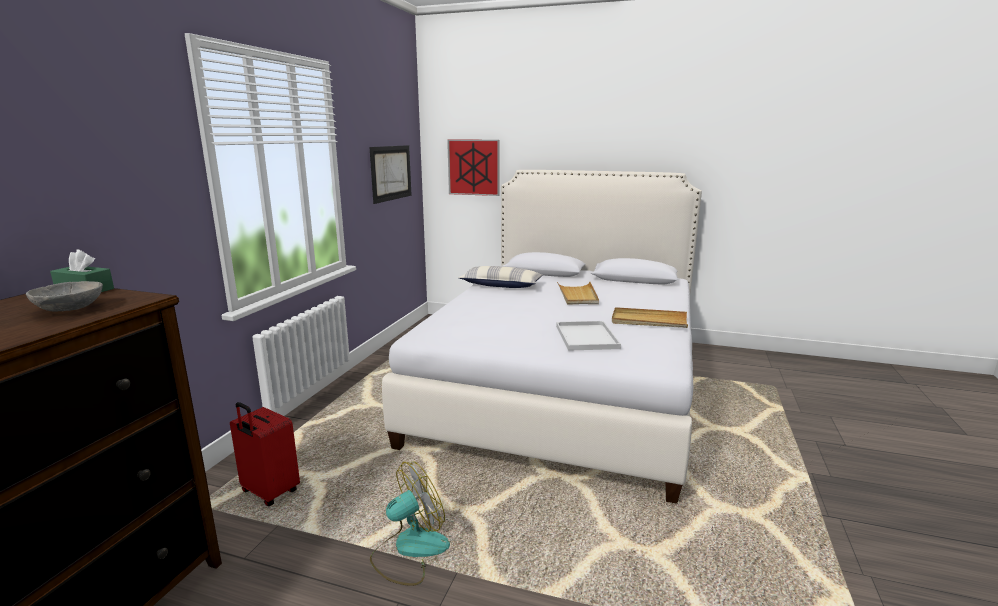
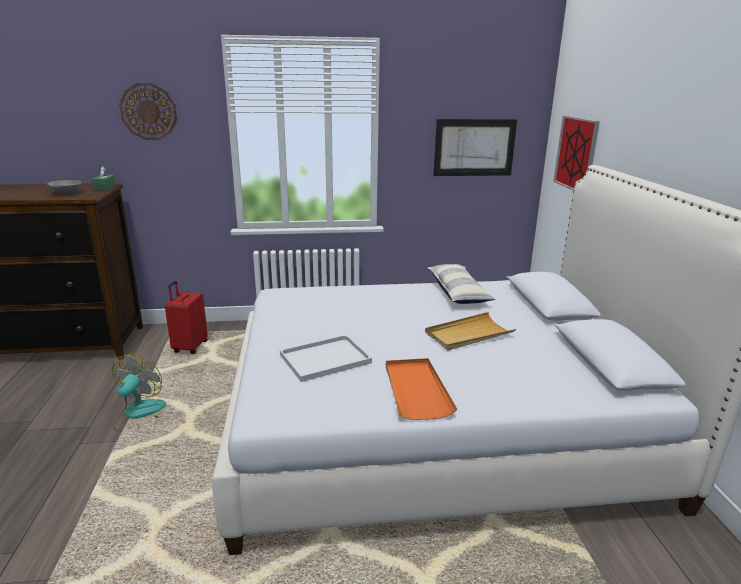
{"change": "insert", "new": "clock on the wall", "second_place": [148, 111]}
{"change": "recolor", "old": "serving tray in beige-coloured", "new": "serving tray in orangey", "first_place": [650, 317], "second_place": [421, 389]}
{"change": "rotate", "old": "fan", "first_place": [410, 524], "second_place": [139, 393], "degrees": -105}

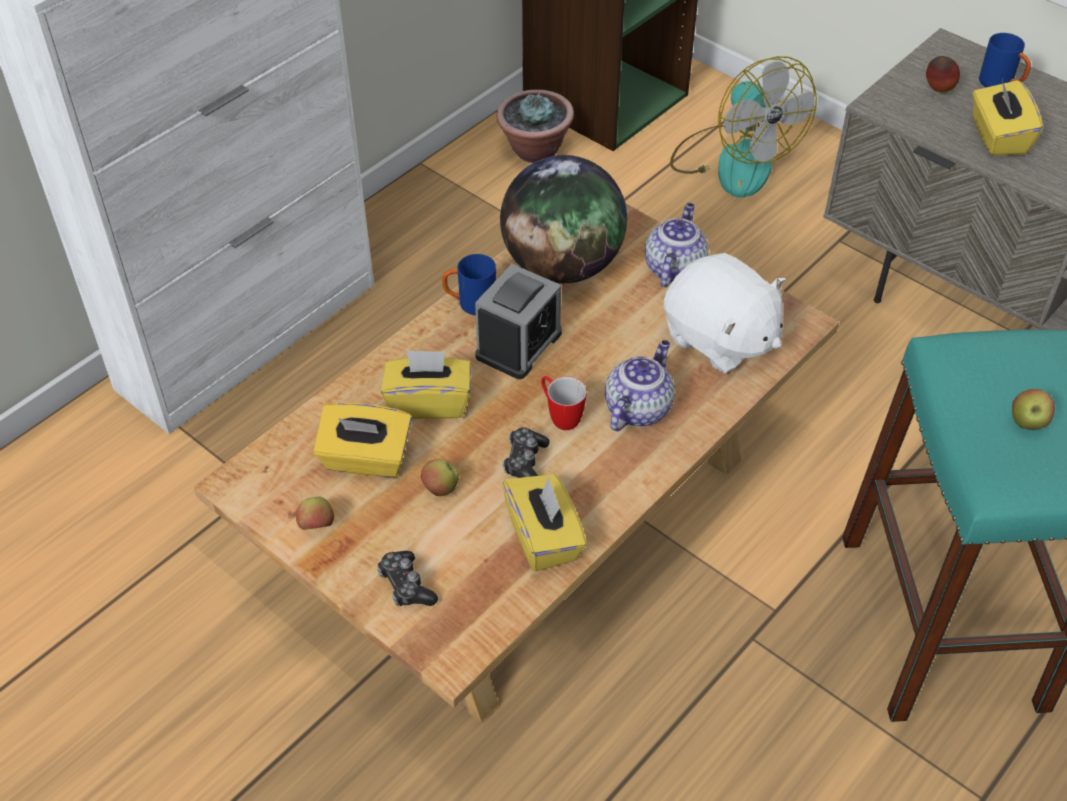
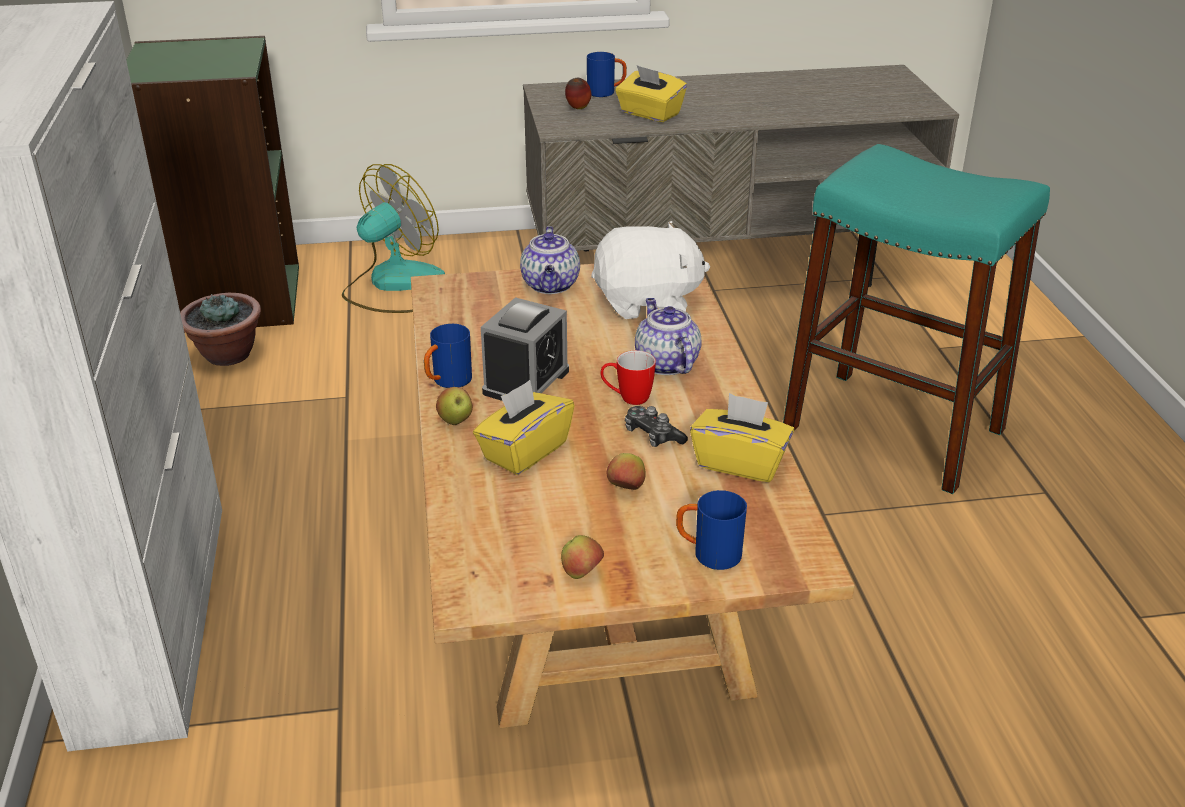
{"change": "delete", "old": "tissue holder in yellowish", "first_place": [362, 440]}
{"change": "delete", "old": "world globe", "first_place": [563, 219]}
{"change": "move", "old": "apple", "first_place": [1033, 409], "second_place": [454, 406]}
{"change": "replace", "old": "gamepad", "new": "mug in blue", "first_place": [407, 578], "second_place": [711, 530]}
{"change": "rotate", "old": "bedside clock", "first_place": [518, 321], "second_place": [525, 349], "degrees": 45}
{"change": "rotate", "old": "tea pot", "first_place": [676, 245], "second_place": [550, 260], "degrees": -150}
{"change": "rotate", "old": "fan", "first_place": [743, 127], "second_place": [393, 238], "degrees": -60}

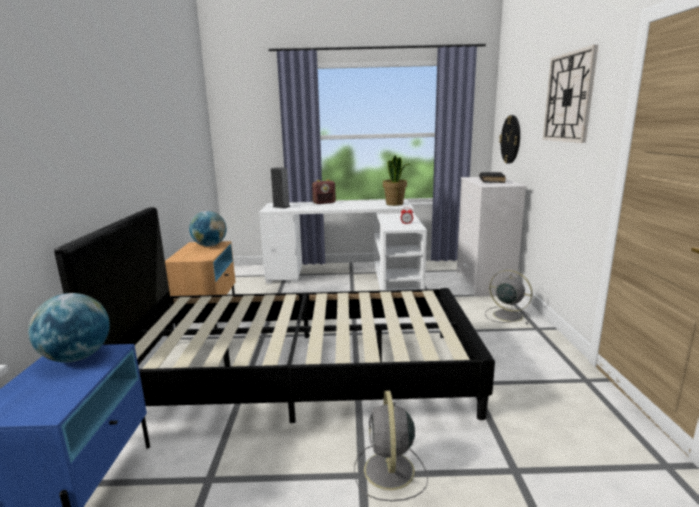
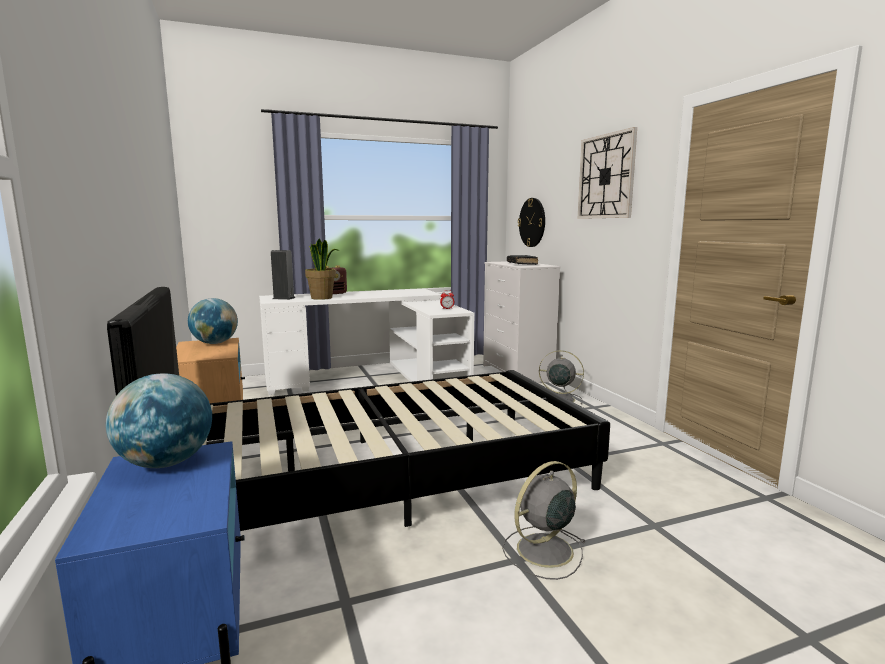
{"change": "move", "old": "potted plant", "first_place": [397, 180], "second_place": [322, 269]}
{"change": "rotate", "old": "fan in grey", "first_place": [391, 446], "second_place": [544, 520], "degrees": 75}

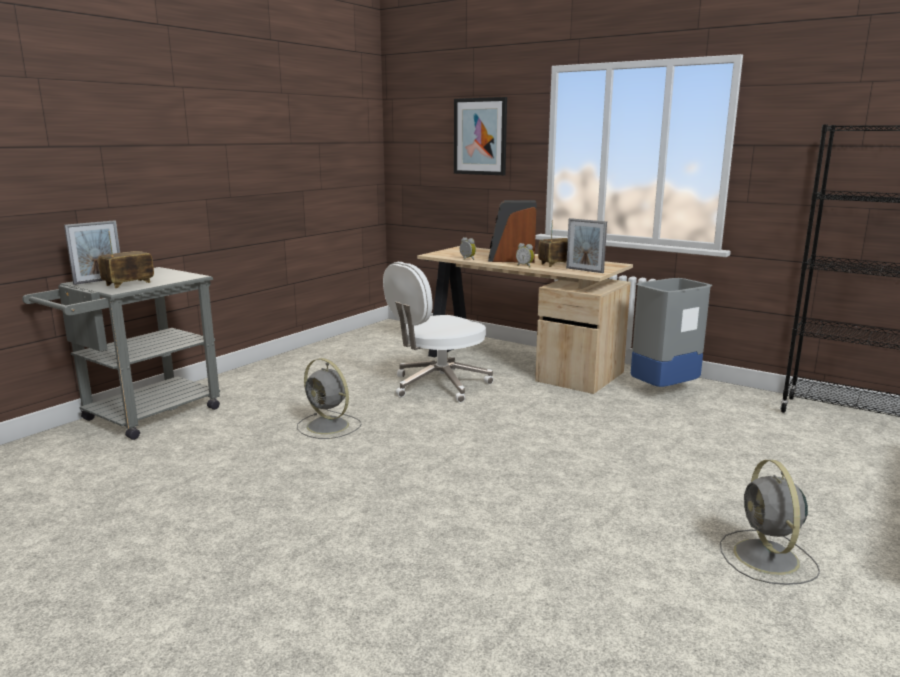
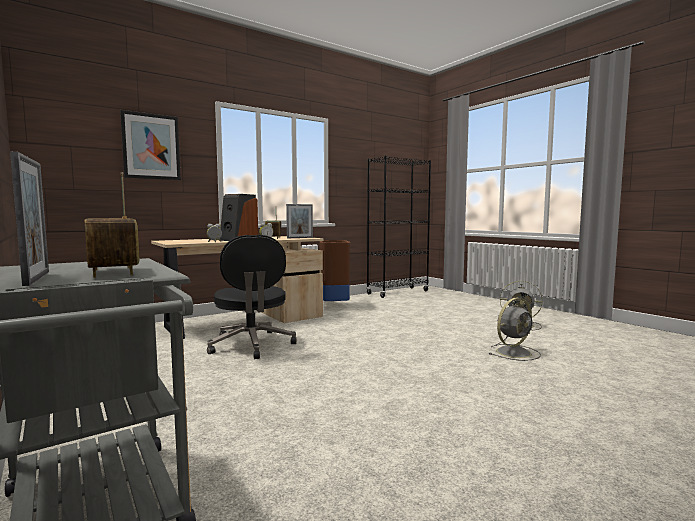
{"change": "move", "old": "fan in grey", "first_place": [329, 398], "second_place": [515, 329]}
{"change": "recolor", "old": "computer chair in white-coloured", "new": "computer chair in black", "first_place": [438, 332], "second_place": [252, 297]}
{"change": "recolor", "old": "rubbish bin in grey", "new": "rubbish bin in brownish", "first_place": [672, 332], "second_place": [334, 270]}

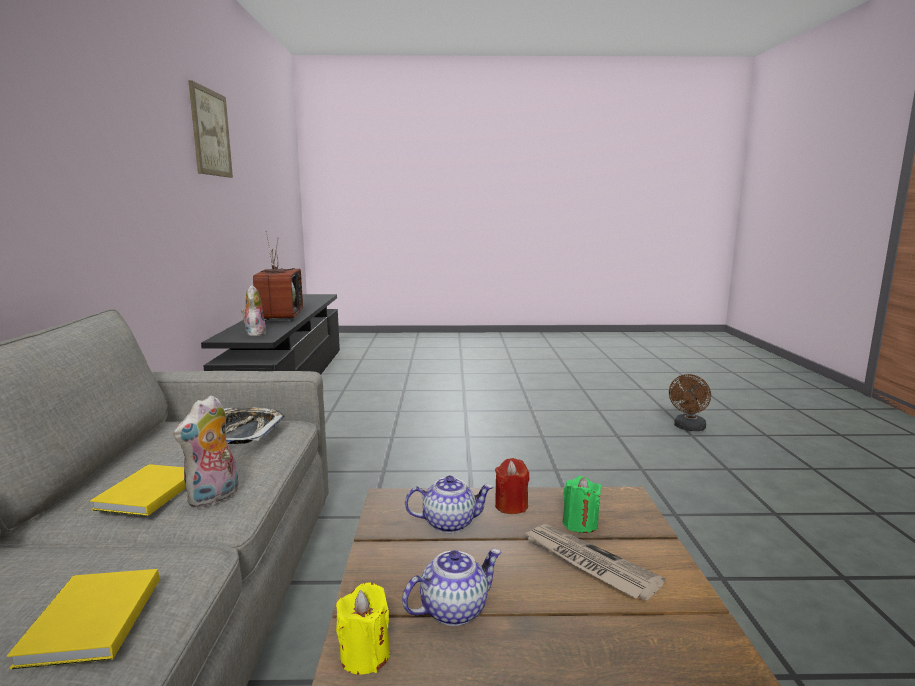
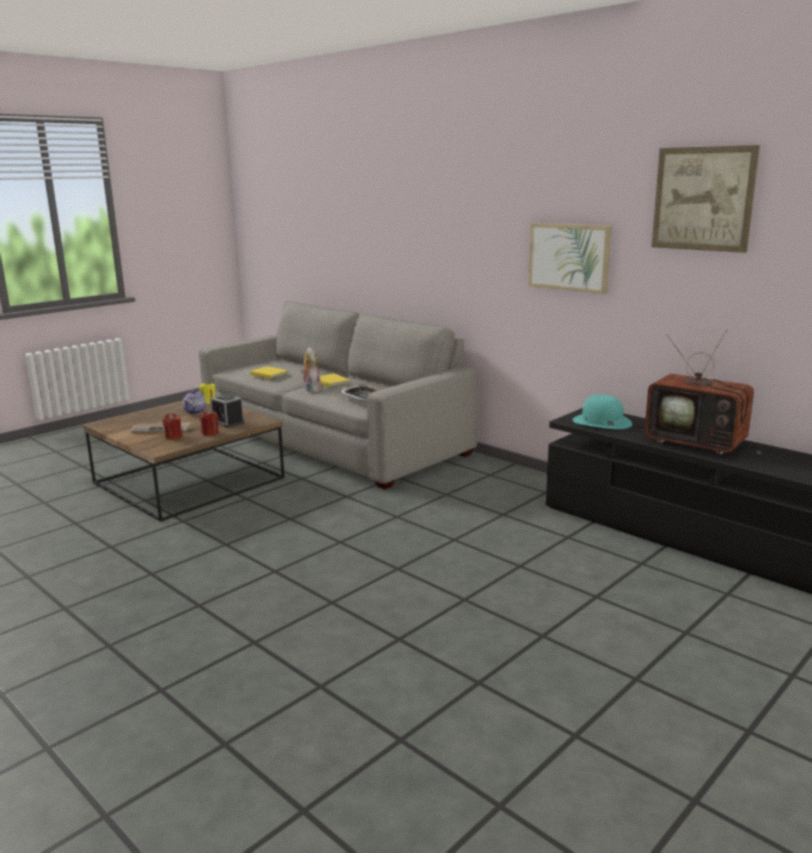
{"change": "delete", "old": "fan in brownish", "first_place": [690, 402]}
{"change": "insert", "new": "wall picture", "second_place": [570, 258]}
{"change": "replace", "old": "soft toy", "new": "wearable hat in turquoise-coloured", "first_place": [253, 310], "second_place": [602, 412]}
{"change": "replace", "old": "tea pot", "new": "bedside clock", "first_place": [449, 504], "second_place": [227, 411]}
{"change": "recolor", "old": "wax light in green-coloured", "new": "wax light in red-coloured", "first_place": [582, 504], "second_place": [172, 426]}

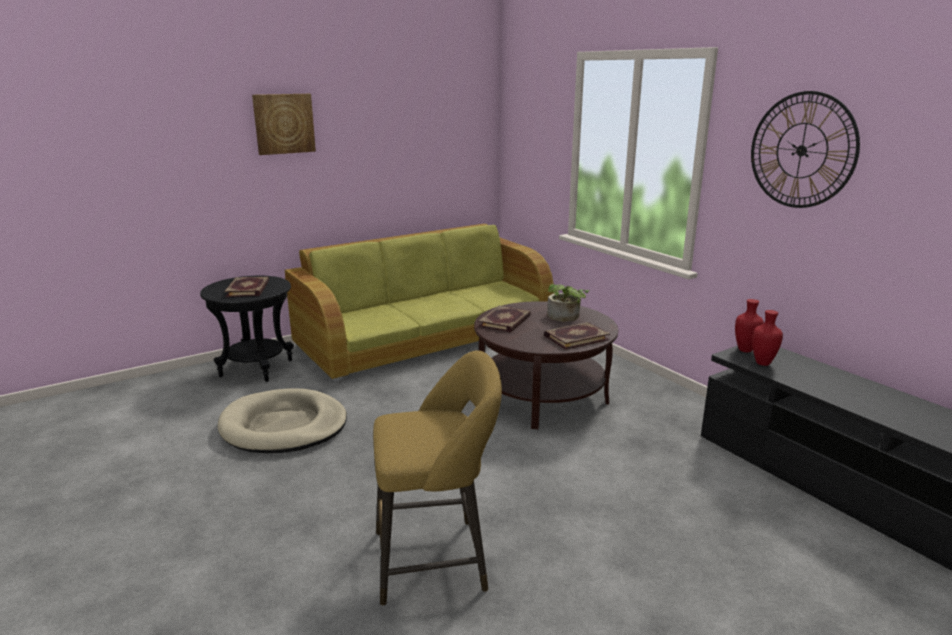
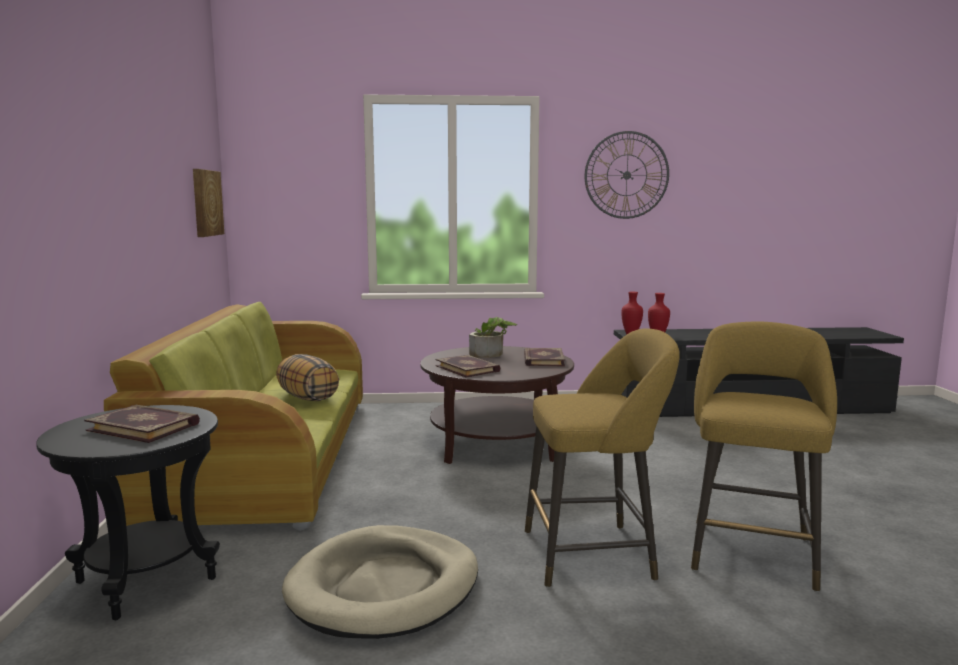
{"change": "insert", "new": "pillow", "second_place": [307, 377]}
{"change": "insert", "new": "stool in yellowish", "second_place": [602, 458]}
{"change": "move", "old": "wall picture", "first_place": [284, 124], "second_place": [208, 203]}

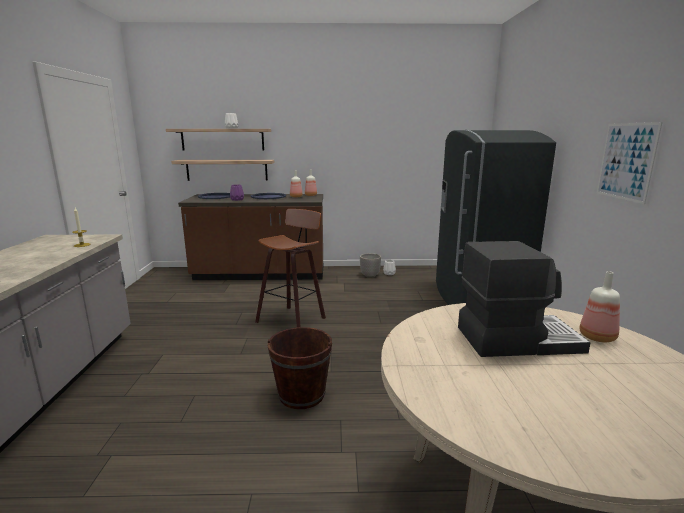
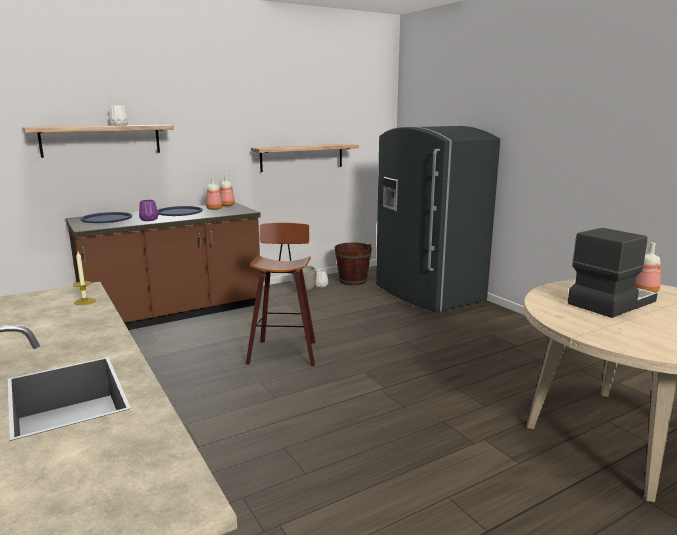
{"change": "delete", "old": "wall picture", "first_place": [630, 163]}
{"change": "move", "old": "shelf", "first_place": [222, 170], "second_place": [305, 158]}
{"change": "move", "old": "water bucket in brownish", "first_place": [299, 368], "second_place": [353, 263]}

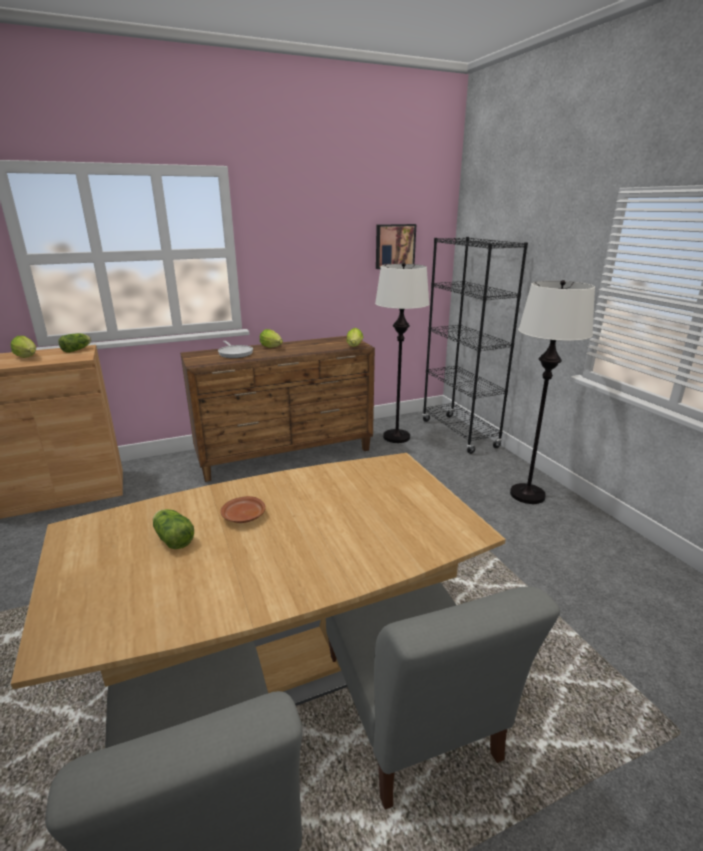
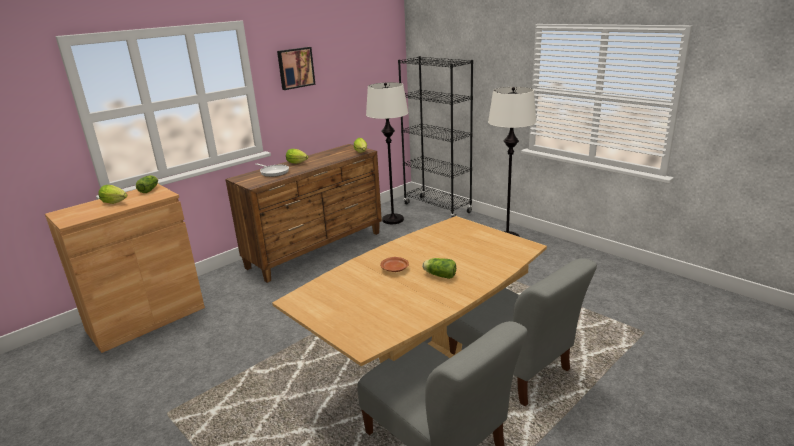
{"change": "move", "old": "head of lettuce", "first_place": [173, 529], "second_place": [439, 268]}
{"change": "move", "old": "wall picture", "first_place": [396, 246], "second_place": [296, 68]}

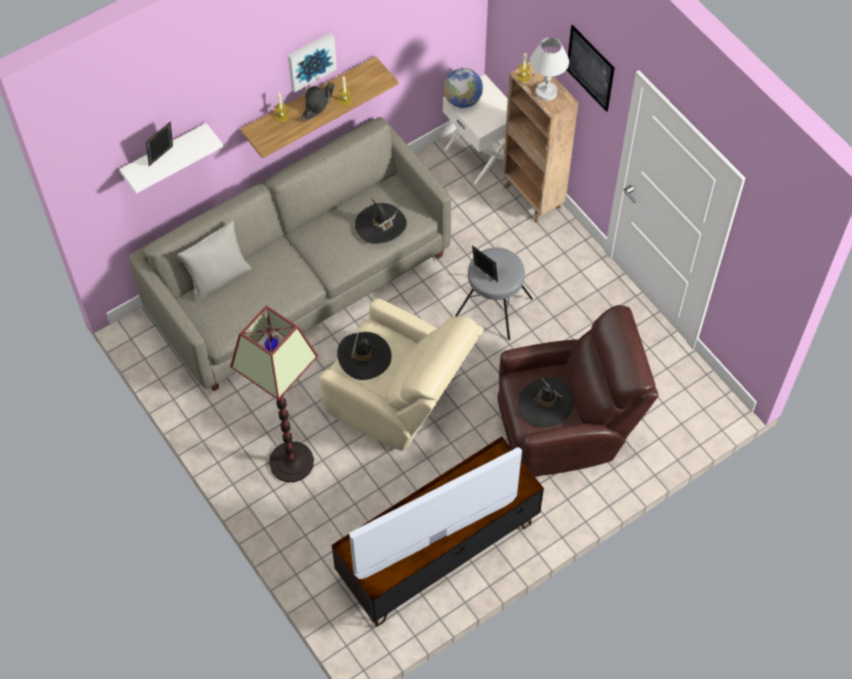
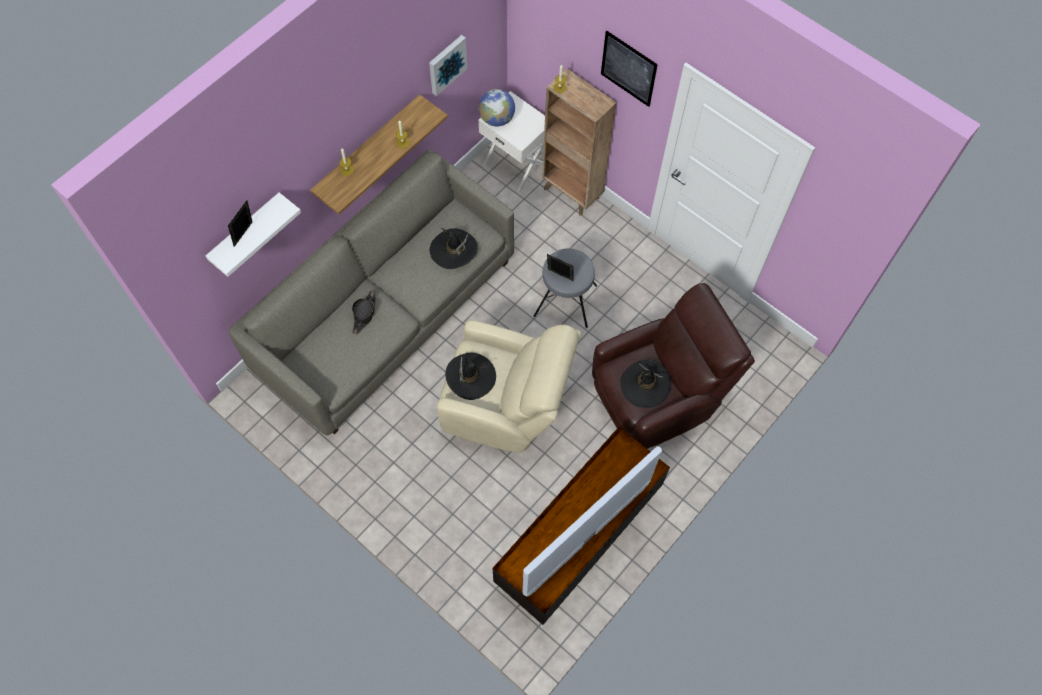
{"change": "delete", "old": "pillow in grey", "first_place": [214, 261]}
{"change": "delete", "old": "floor lamp", "first_place": [274, 394]}
{"change": "delete", "old": "lamp for a table in white-coloured", "first_place": [549, 69]}
{"change": "move", "old": "wall picture", "first_place": [312, 62], "second_place": [448, 65]}
{"change": "move", "old": "wearable hat in black", "first_place": [317, 102], "second_place": [364, 312]}

